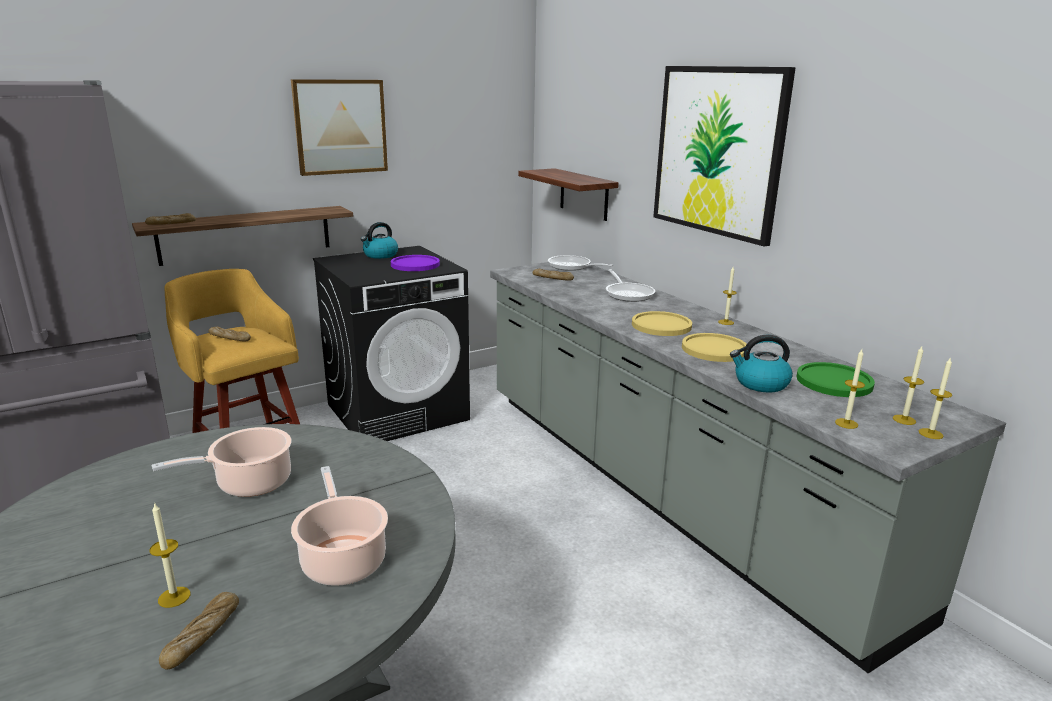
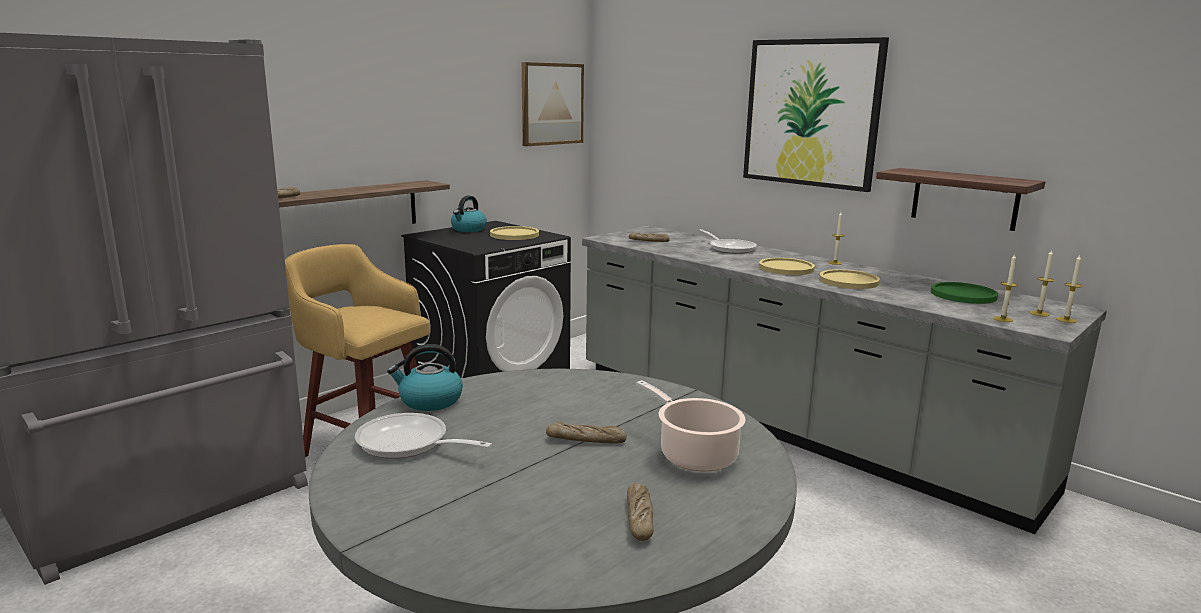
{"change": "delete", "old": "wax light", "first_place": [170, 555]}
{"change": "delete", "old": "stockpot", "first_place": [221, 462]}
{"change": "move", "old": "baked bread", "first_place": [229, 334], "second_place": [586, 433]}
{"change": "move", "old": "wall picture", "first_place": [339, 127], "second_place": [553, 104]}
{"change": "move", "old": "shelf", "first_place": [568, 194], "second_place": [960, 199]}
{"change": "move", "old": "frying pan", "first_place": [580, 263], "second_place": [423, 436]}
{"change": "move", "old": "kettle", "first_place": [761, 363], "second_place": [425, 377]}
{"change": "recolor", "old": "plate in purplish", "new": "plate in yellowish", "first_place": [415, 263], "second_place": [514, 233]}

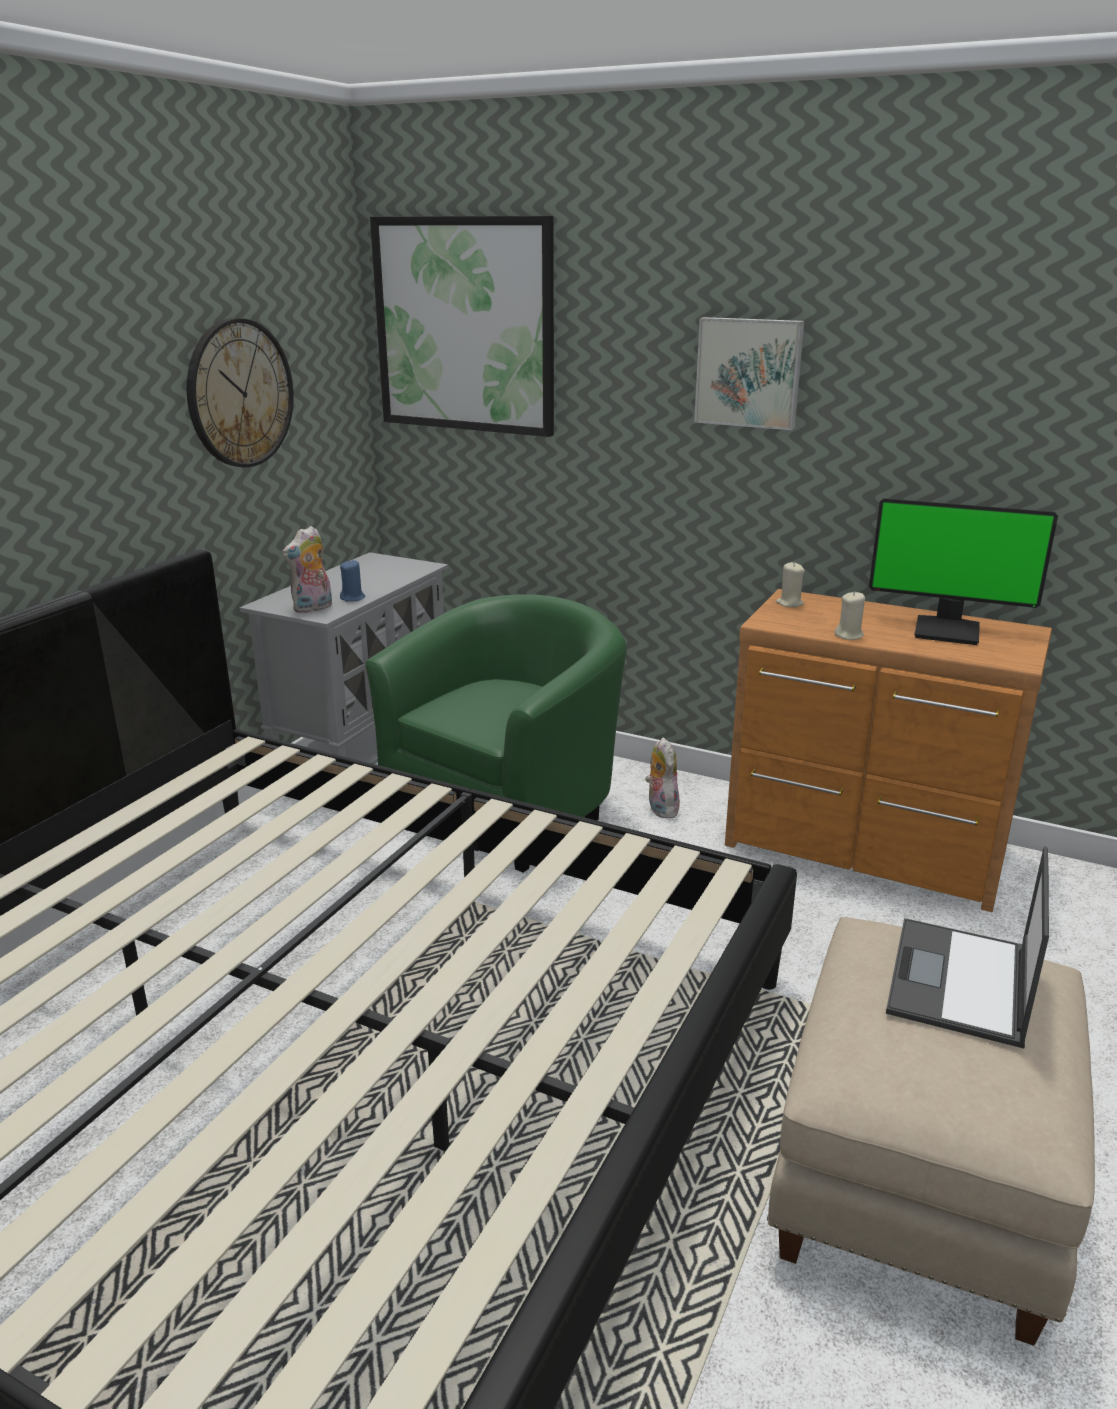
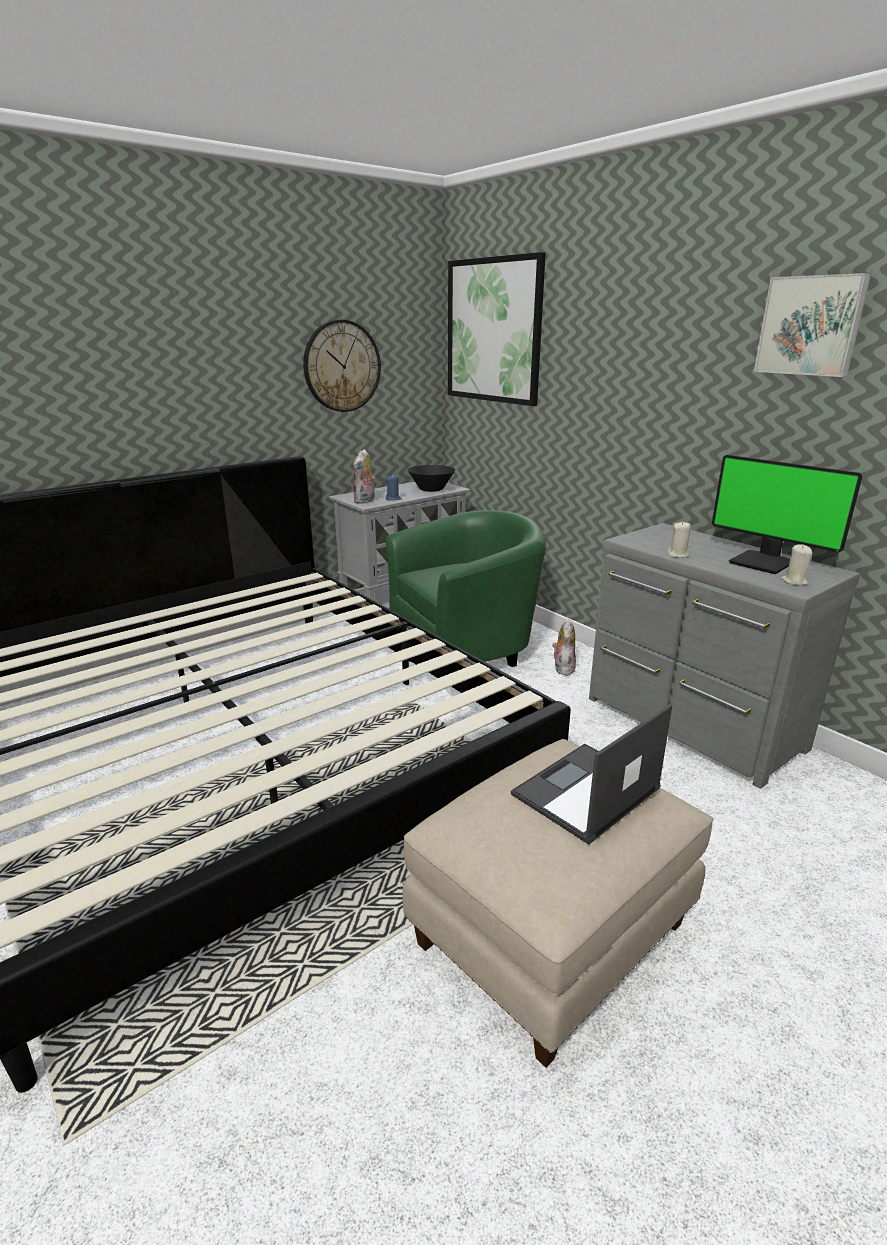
{"change": "insert", "new": "deep dish in black", "second_place": [431, 478]}
{"change": "move", "old": "wall picture", "first_place": [749, 373], "second_place": [812, 325]}
{"change": "move", "old": "wax light in beige-coloured", "first_place": [790, 584], "second_place": [796, 565]}
{"change": "recolor", "old": "chest of drawers in brownish", "new": "chest of drawers in grey", "first_place": [888, 750], "second_place": [724, 656]}
{"change": "rotate", "old": "soft toy", "first_place": [307, 569], "second_place": [364, 476], "degrees": -45}

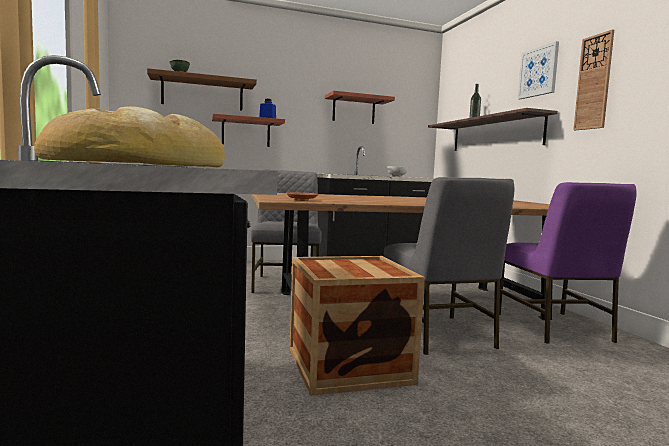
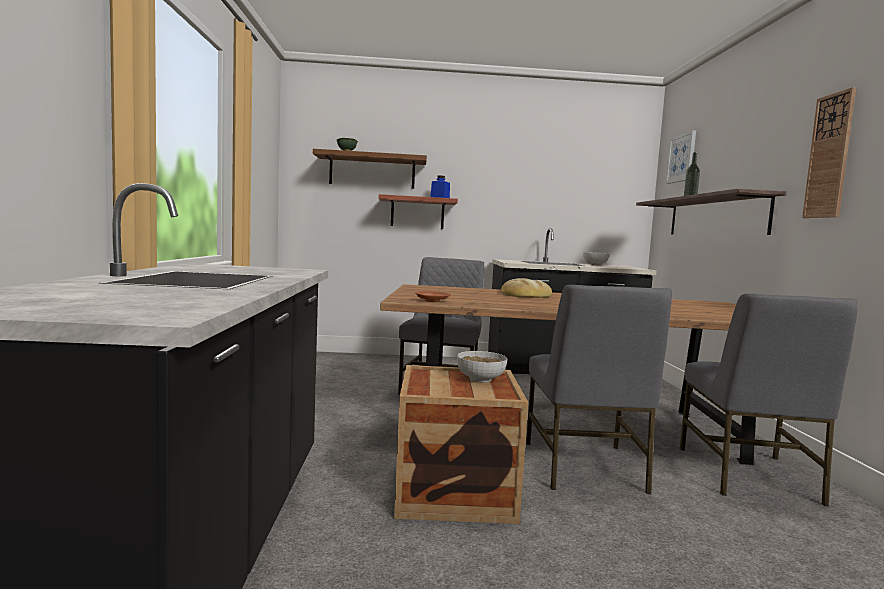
{"change": "delete", "old": "shelf", "first_place": [360, 107]}
{"change": "insert", "new": "deep dish", "second_place": [482, 367]}
{"change": "move", "old": "baked bread", "first_place": [129, 136], "second_place": [526, 288]}
{"change": "move", "old": "wall picture", "first_place": [538, 70], "second_place": [681, 157]}
{"change": "recolor", "old": "plain chair in purplish", "new": "plain chair in grey", "first_place": [568, 263], "second_place": [769, 400]}

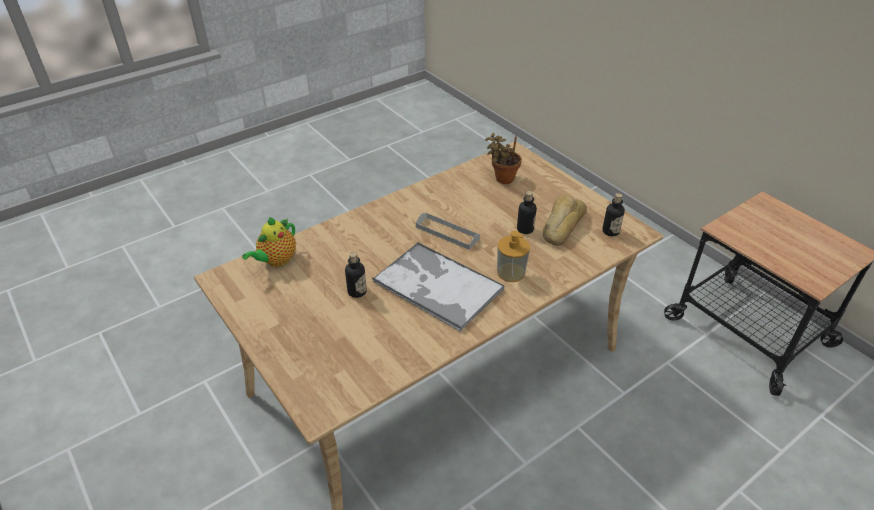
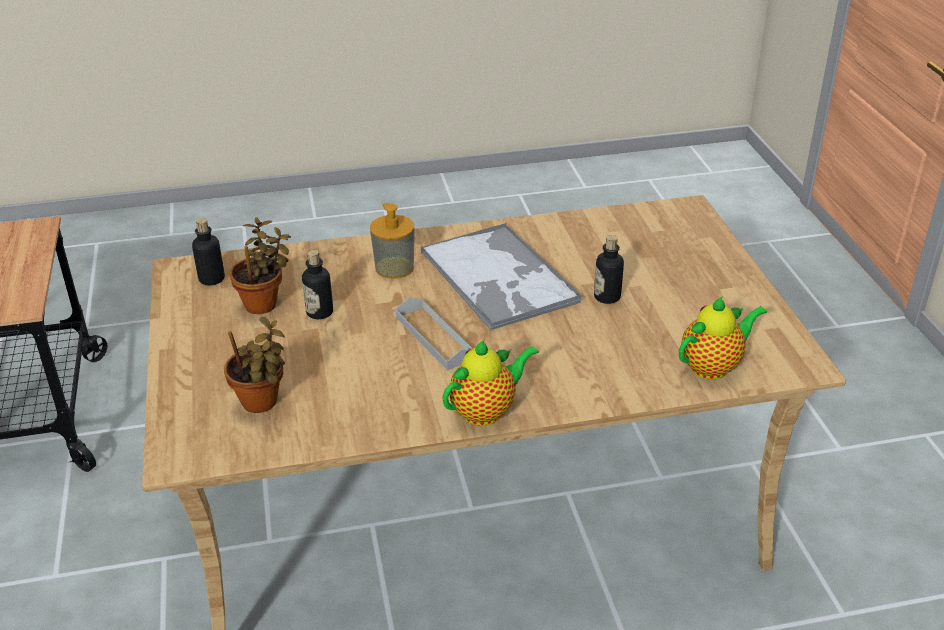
{"change": "insert", "new": "tea pot", "second_place": [491, 383]}
{"change": "replace", "old": "baked bread", "new": "potted plant", "first_place": [565, 220], "second_place": [260, 265]}

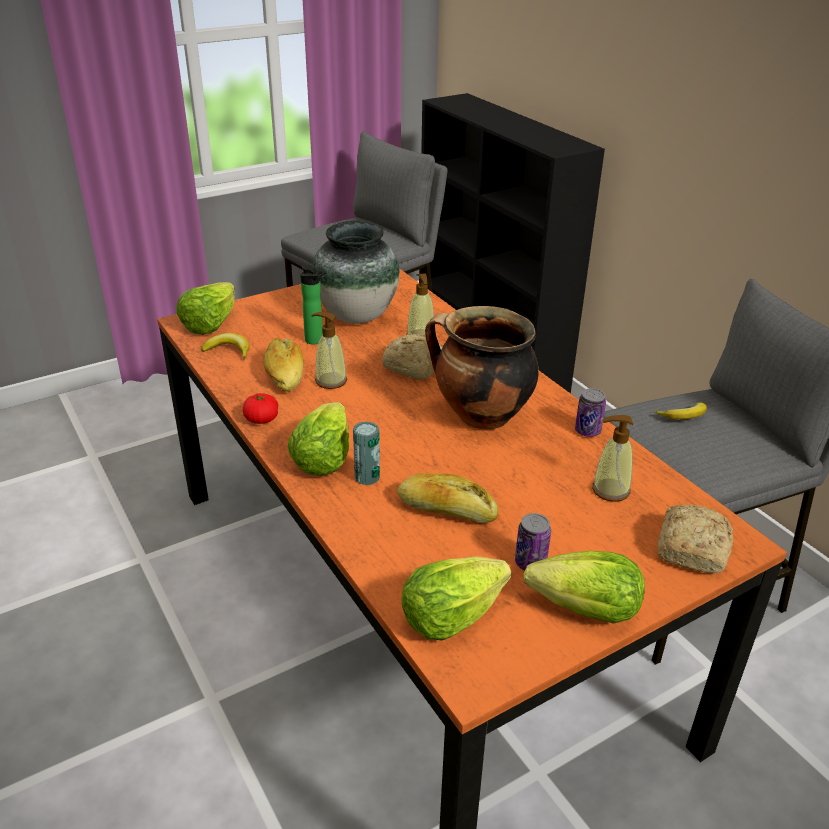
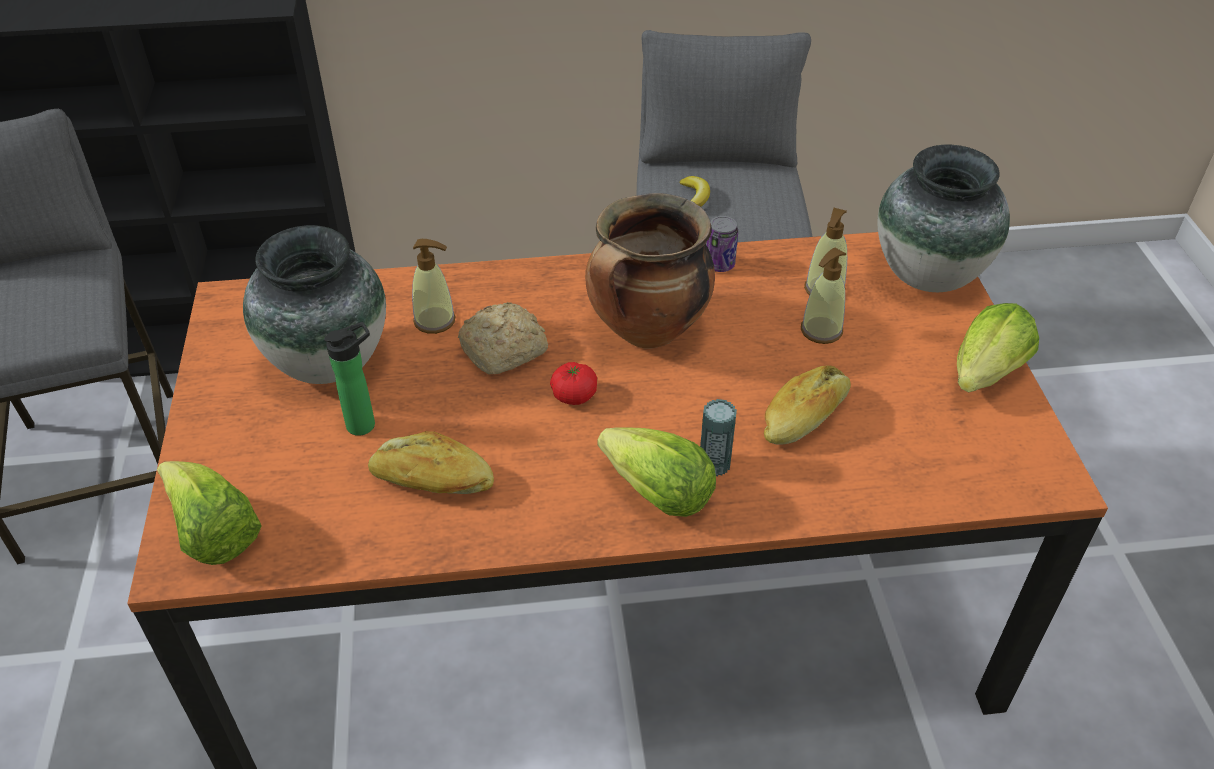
{"change": "delete", "old": "banana fruit", "first_place": [225, 346]}
{"change": "delete", "old": "head of lettuce", "first_place": [456, 598]}
{"change": "delete", "old": "can", "first_place": [533, 541]}
{"change": "move", "old": "fresh tomato", "first_place": [260, 408], "second_place": [573, 383]}
{"change": "move", "old": "liquid soap bottle", "first_place": [329, 350], "second_place": [823, 296]}
{"change": "replace", "old": "baked bread", "new": "decorative vase", "first_place": [695, 539], "second_place": [943, 218]}

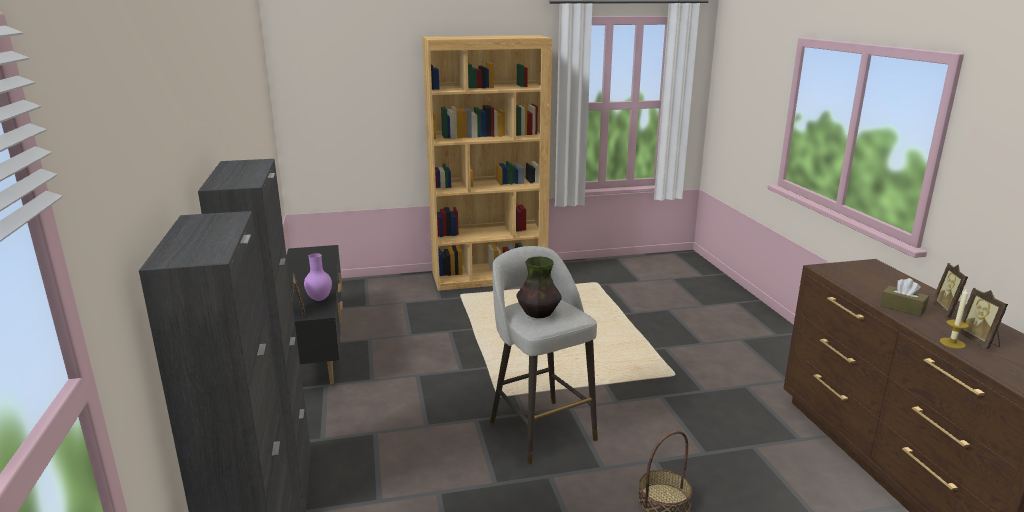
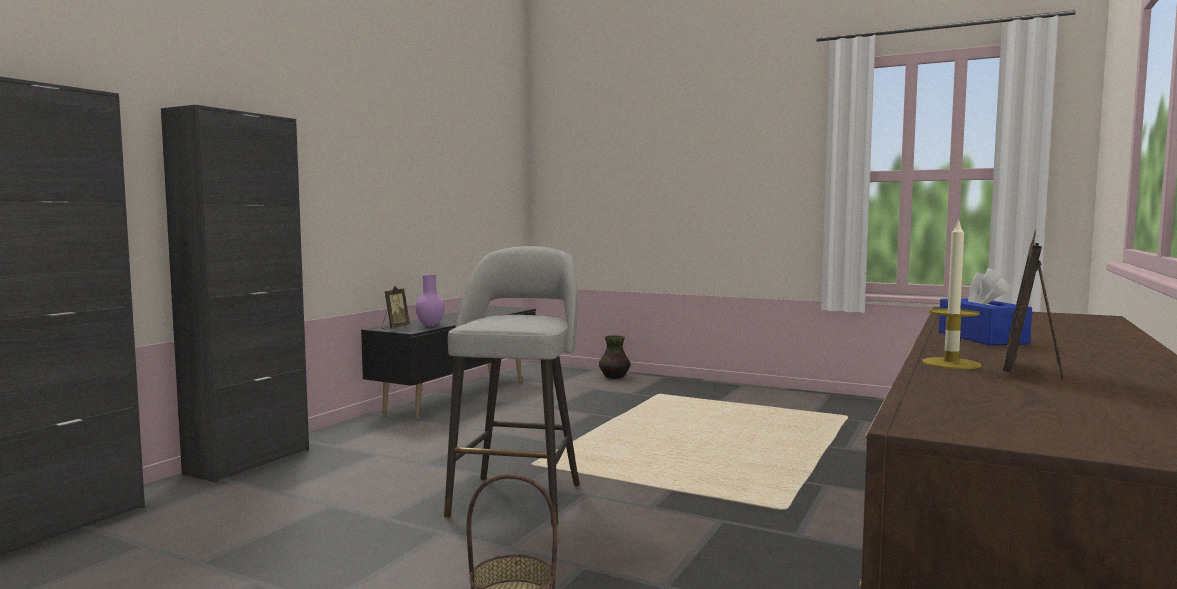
{"change": "delete", "old": "shelving unit in brownish", "first_place": [487, 163]}
{"change": "delete", "old": "standing frame", "first_place": [949, 290]}
{"change": "move", "old": "decorative vase", "first_place": [539, 287], "second_place": [615, 357]}
{"change": "recolor", "old": "tissue holder in brownish", "new": "tissue holder in blue", "first_place": [904, 297], "second_place": [985, 306]}

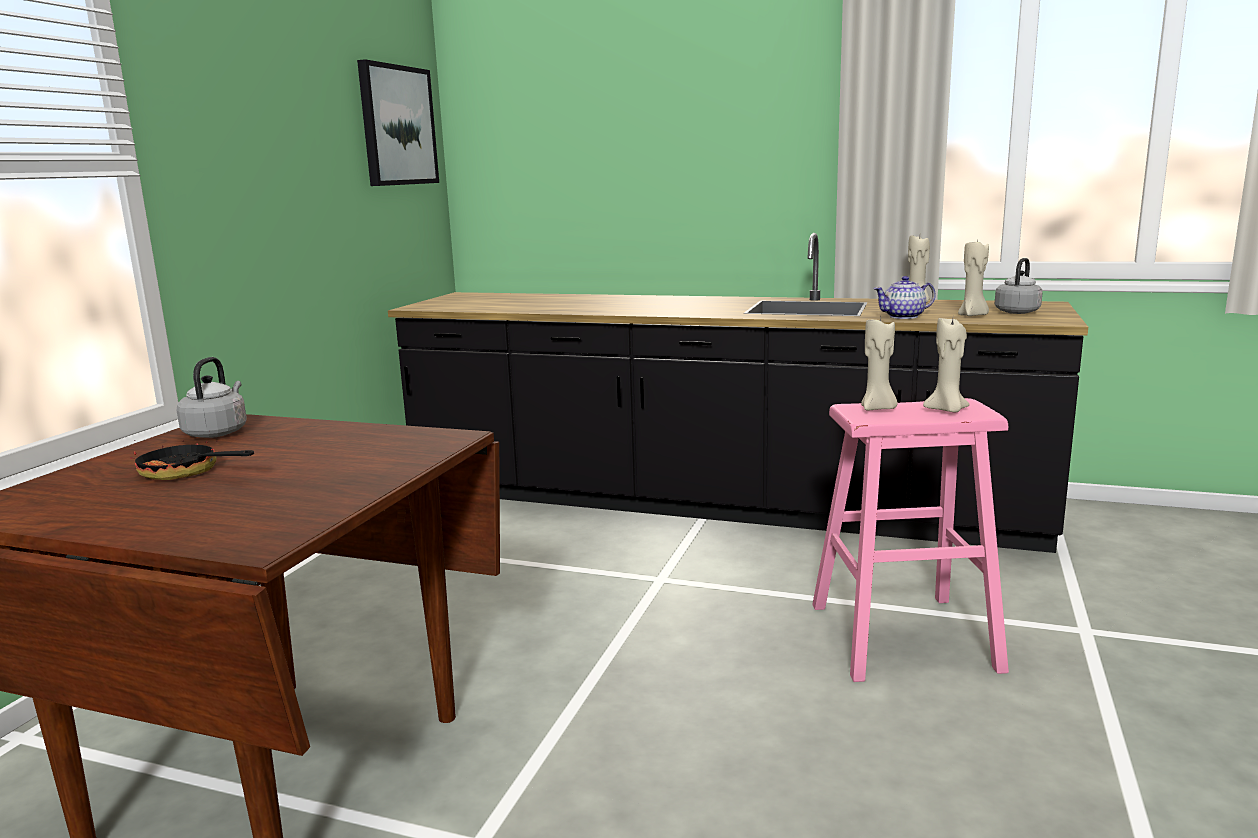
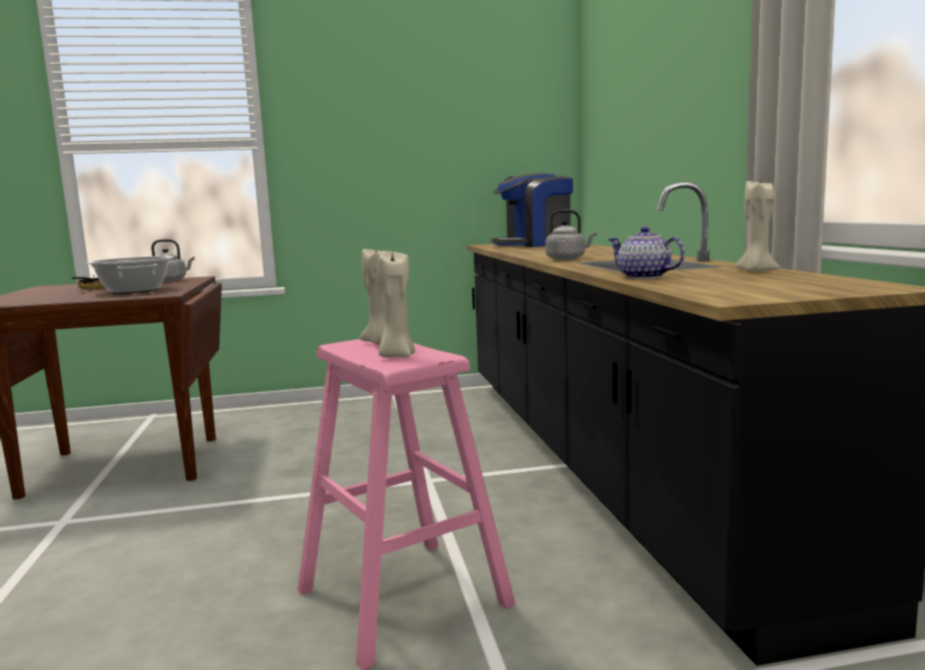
{"change": "delete", "old": "wall picture", "first_place": [398, 122]}
{"change": "delete", "old": "wax light in beige-coloured", "first_place": [973, 279]}
{"change": "insert", "new": "stockpot", "second_place": [130, 275]}
{"change": "insert", "new": "coffee brewer", "second_place": [532, 210]}
{"change": "move", "old": "kettle in grey", "first_place": [1019, 286], "second_place": [571, 235]}

